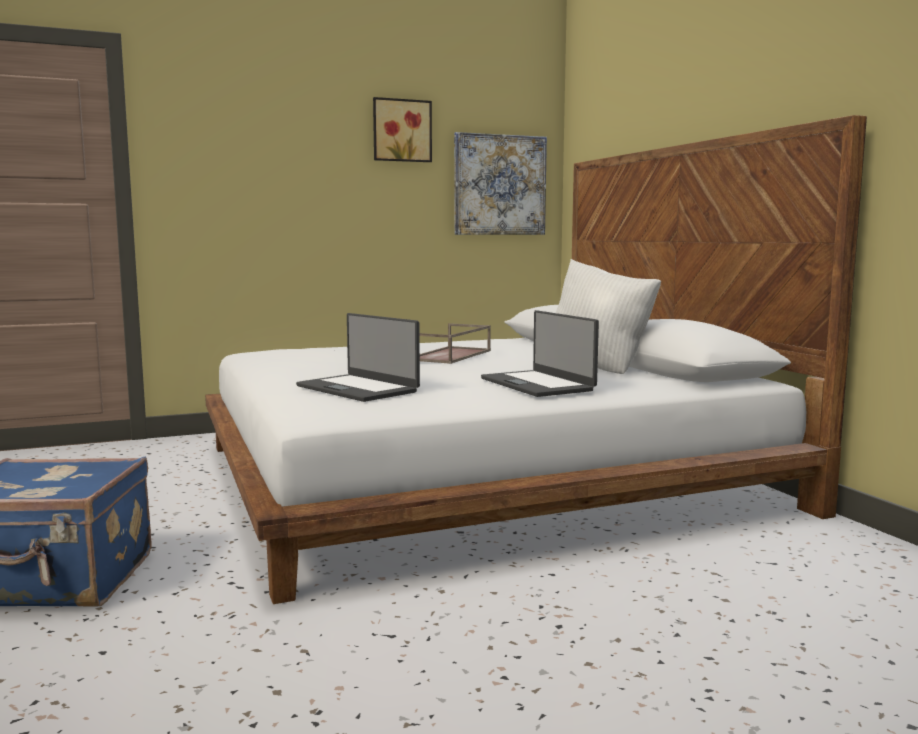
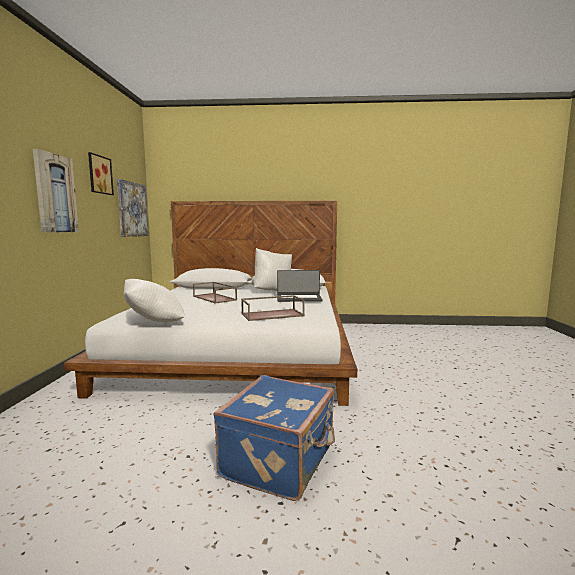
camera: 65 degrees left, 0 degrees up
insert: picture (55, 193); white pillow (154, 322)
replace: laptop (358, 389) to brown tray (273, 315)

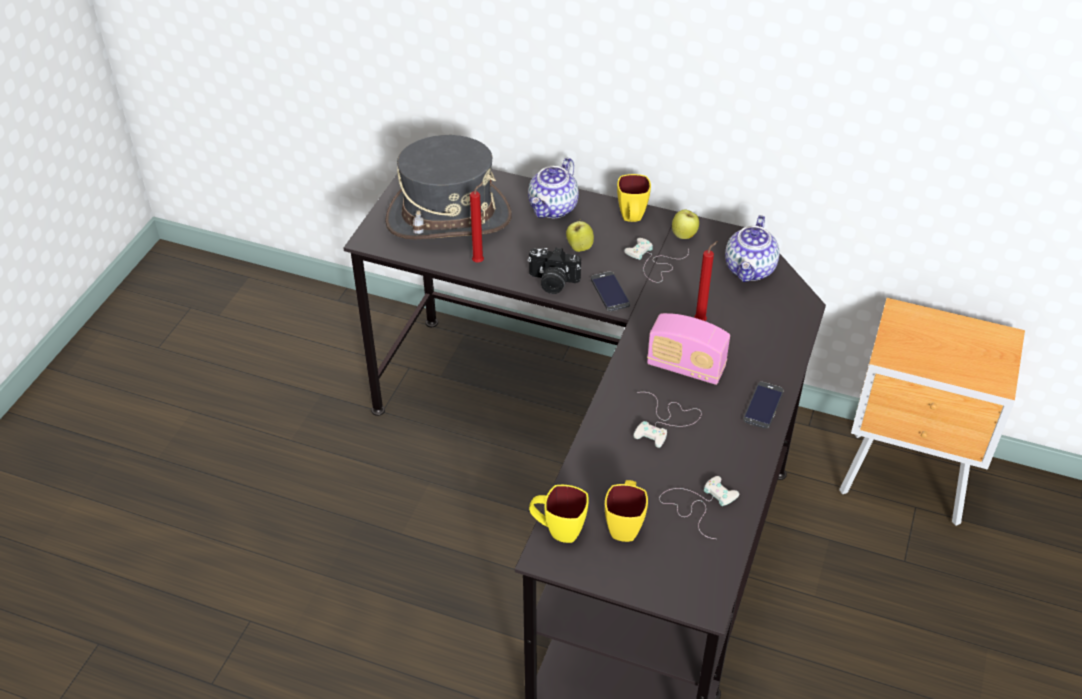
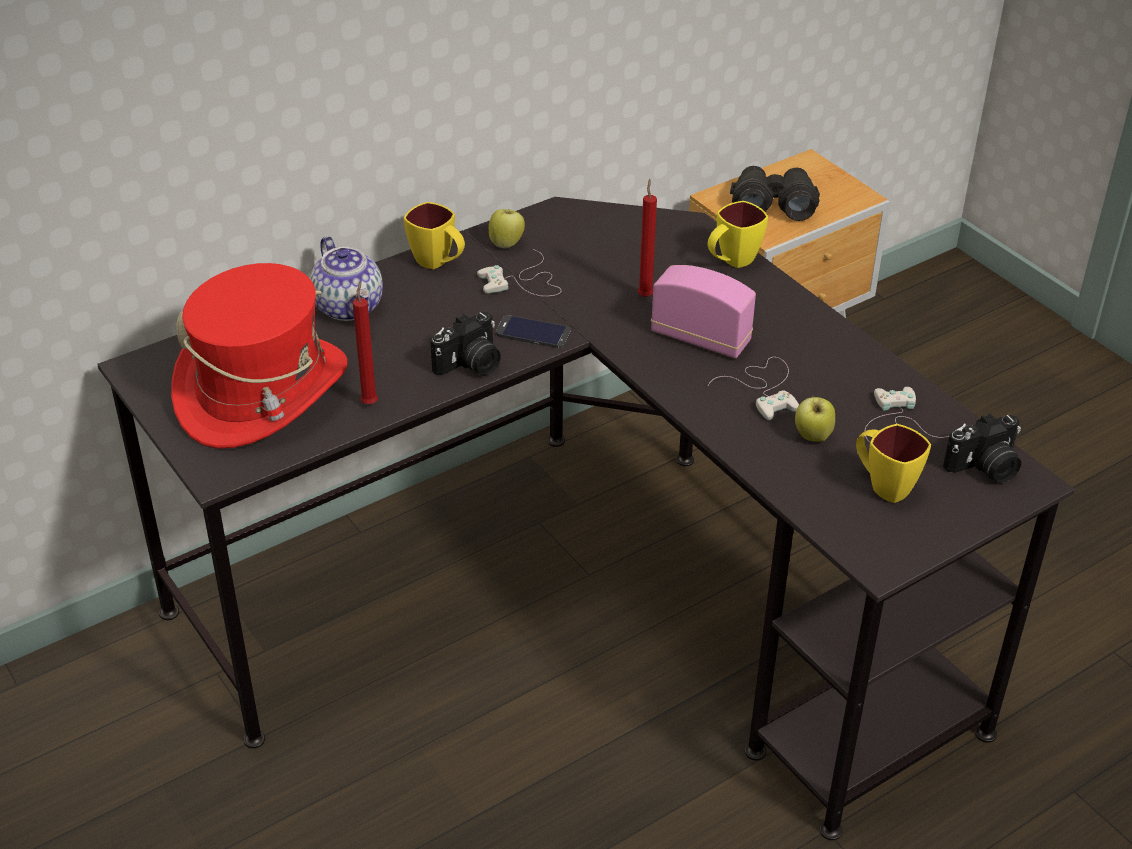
camera: 55 degrees left, 5 degrees down
delete: teapot (750, 269); phone (763, 405)
insert: black binoculars (773, 204); photo camera (985, 468)
move: yellow mug (557, 530) to (731, 262); apple (579, 247) to (812, 437)
recolor: grey hat (448, 218) to red hat (263, 392)
rotate: radio (685, 367) = (700, 338) 120 degrees counterclockwise

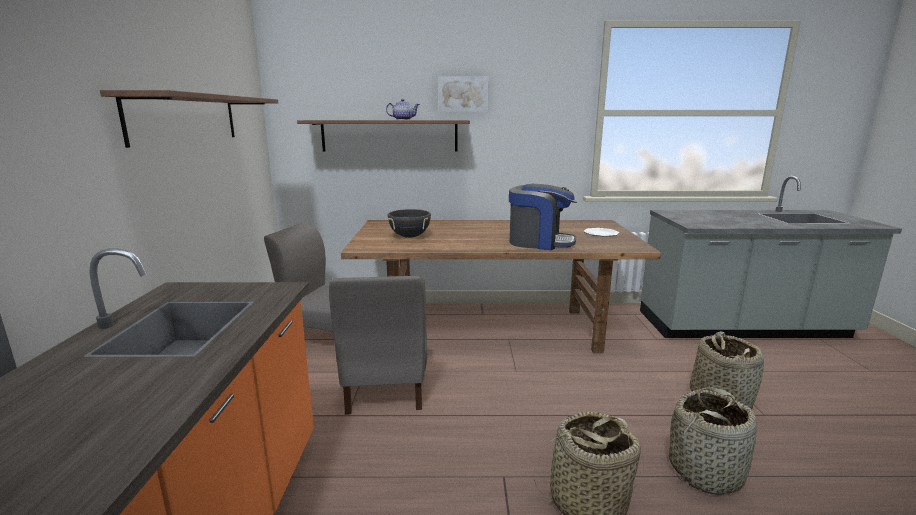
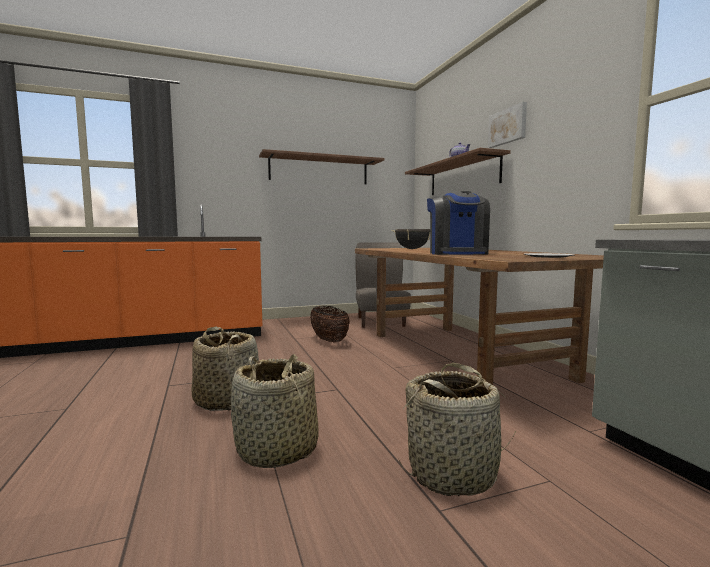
camera: 70 degrees right, 10 degrees down
replace: grey chair (385, 389) to basket (329, 340)

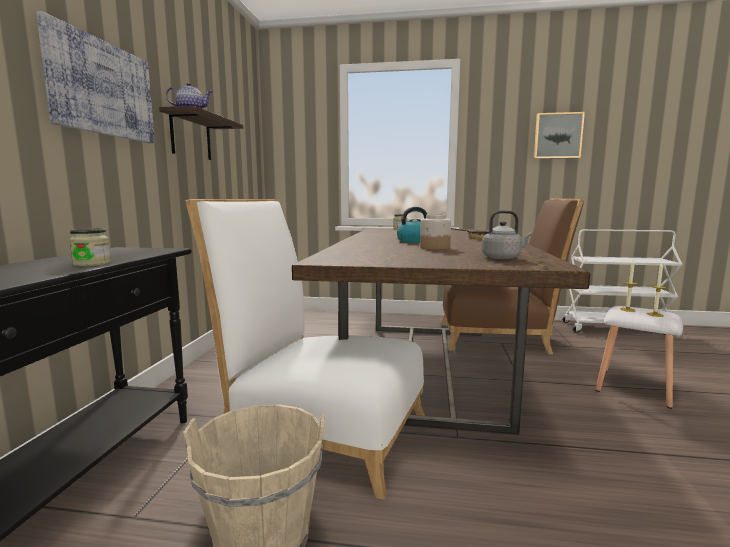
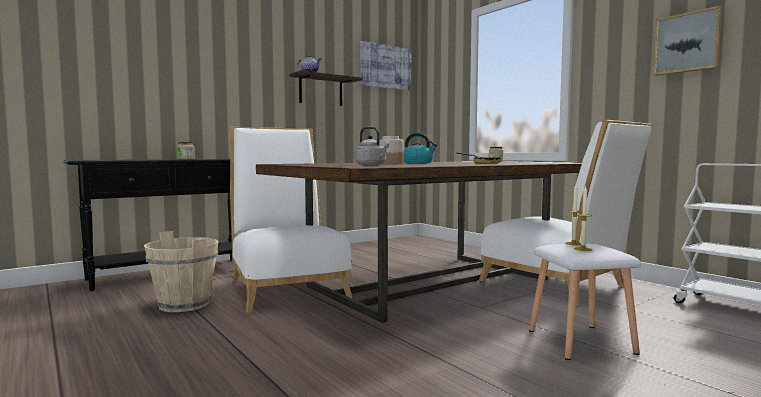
camera: 45 degrees right, 5 degrees down
move: picture (102, 88) to (385, 67)
recolor: brown chair (499, 338) to white chair (559, 285)

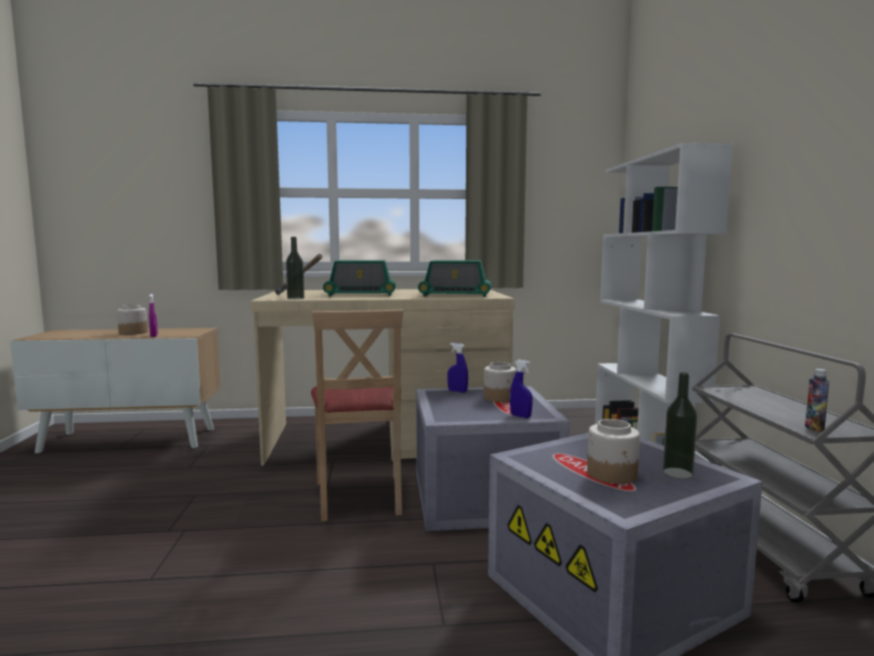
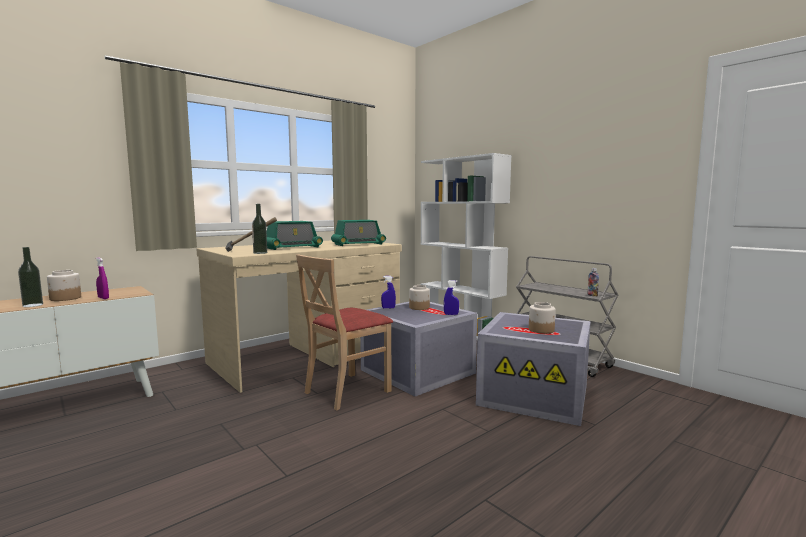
camera: 35 degrees left, 0 degrees up
move: bottle (677, 473) to (33, 305)
rotate: beige chair (359, 496) = (347, 391) 90 degrees clockwise

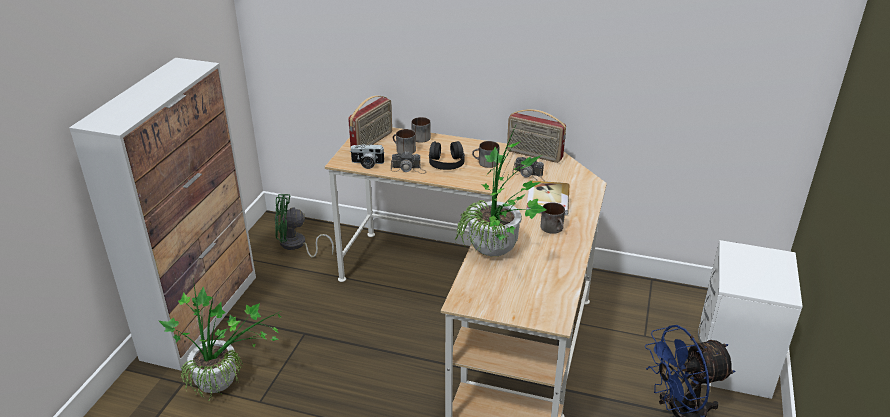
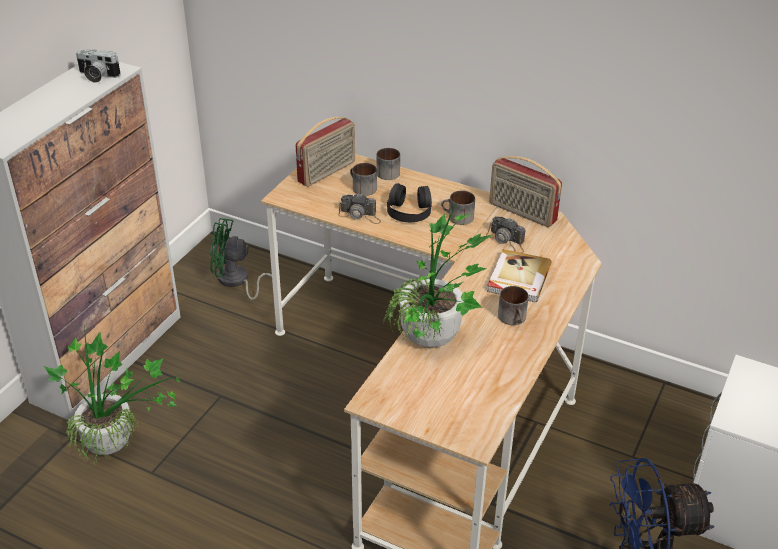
camera: 10 degrees right, 5 degrees up
move: photo camera (367, 164) to (97, 76)

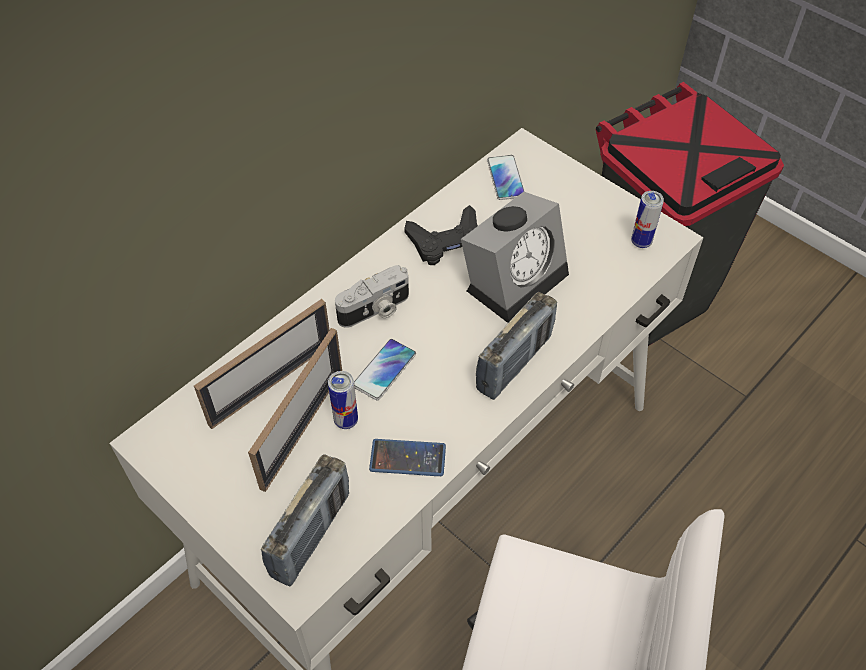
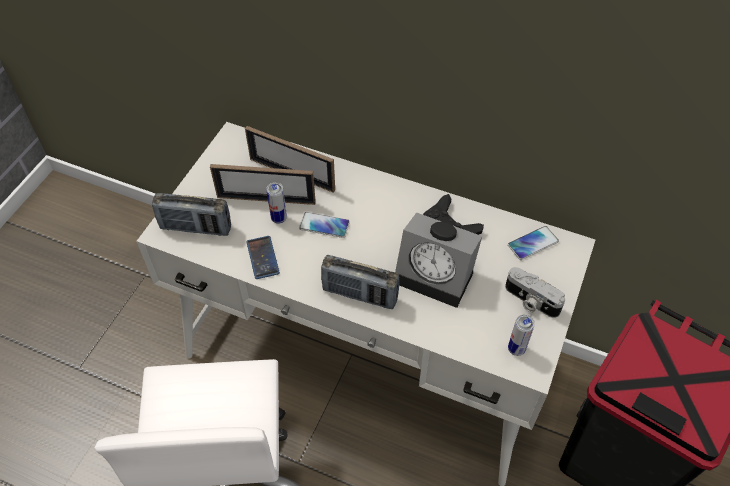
camera: 70 degrees right, 0 degrees up
move: photo camera (375, 310) to (530, 301)

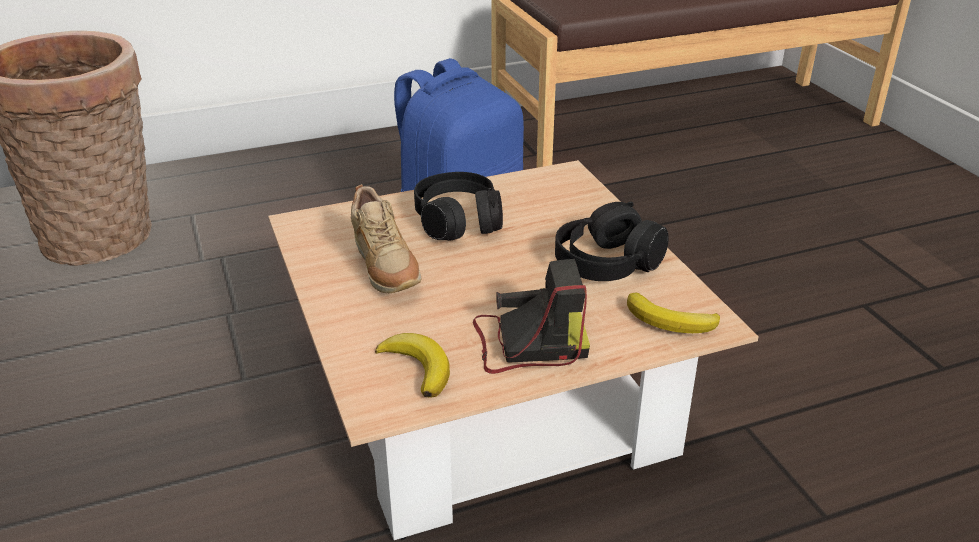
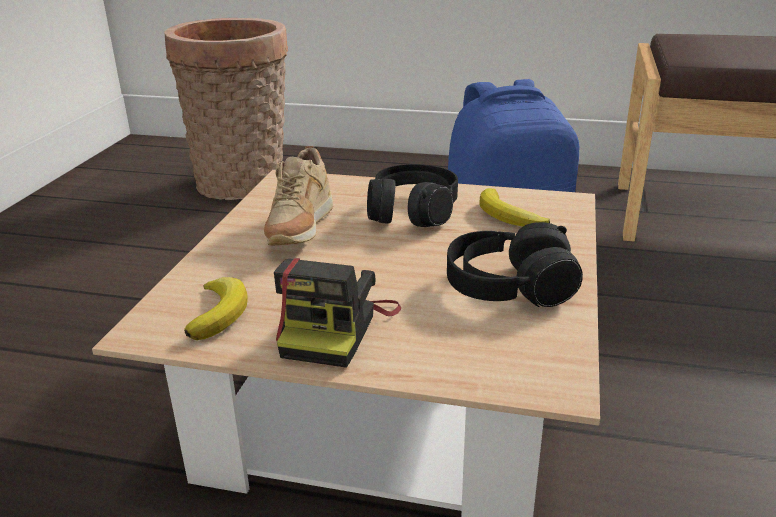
camera: 35 degrees right, 5 degrees down
move: banana (671, 321) to (508, 216)
rotate: photo camera (527, 343) = (336, 328) 75 degrees clockwise

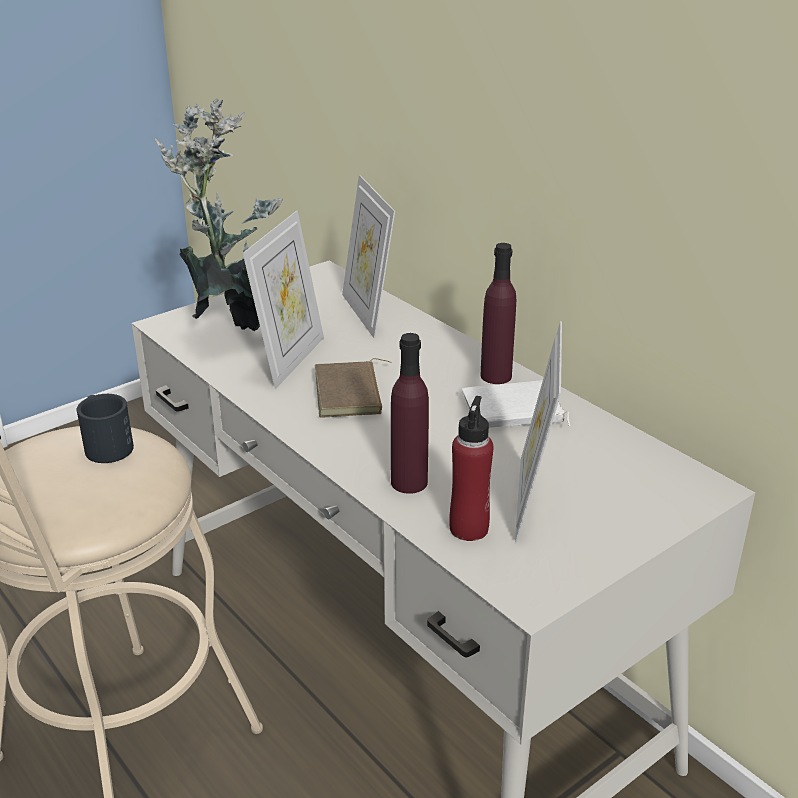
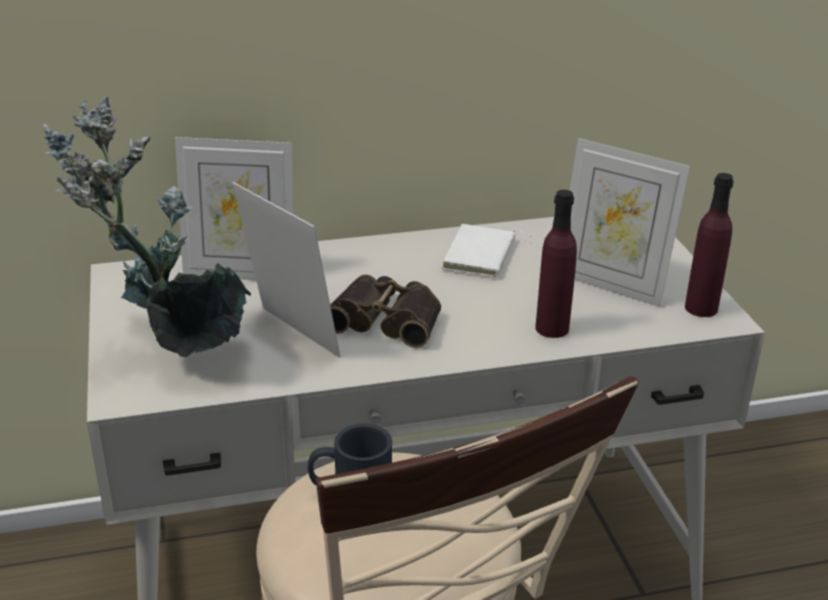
camera: 65 degrees left, 0 degrees up
delete: red bottle (469, 528)
move: purple bottle (496, 376) to (701, 308)
replace: brown book (351, 394) to binoculars (387, 319)

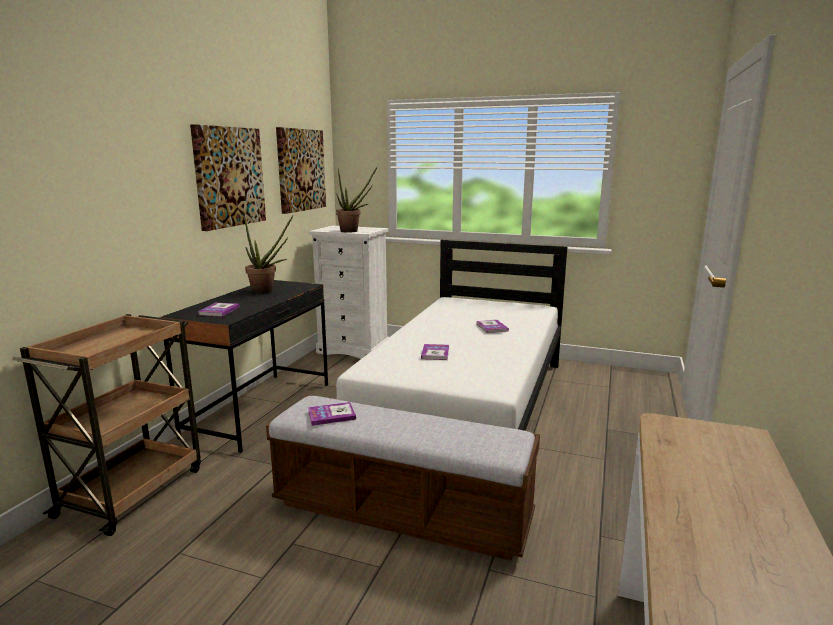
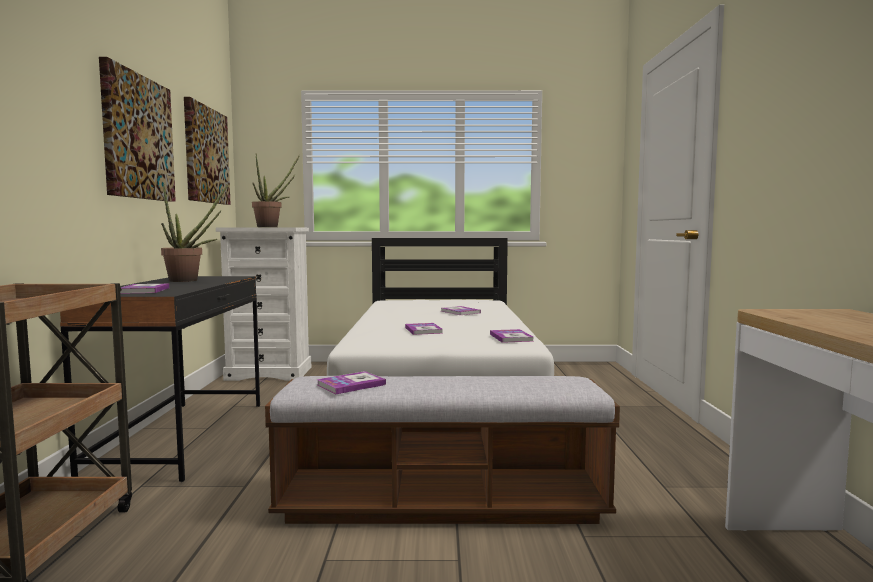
camera: 20 degrees left, 10 degrees down
insert: book (511, 337)

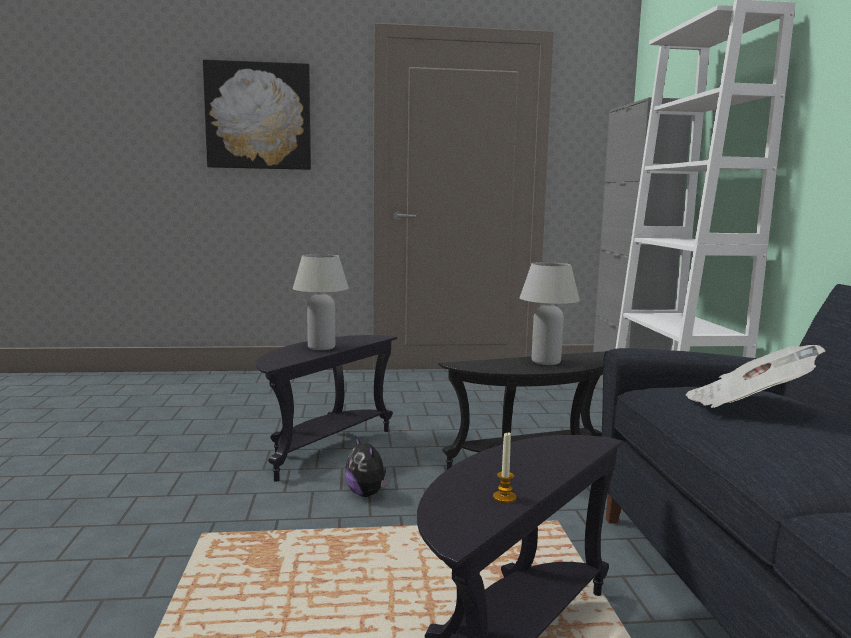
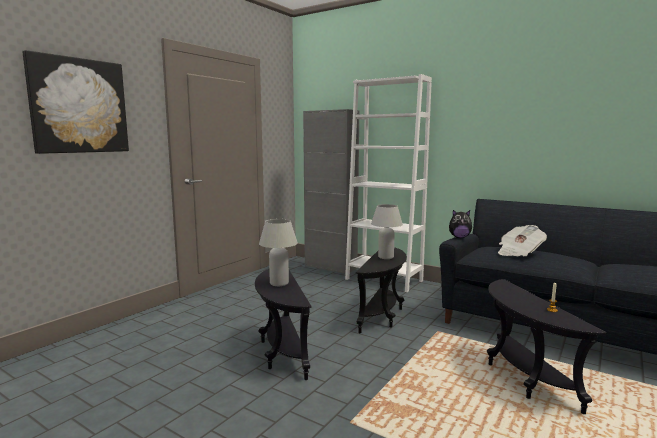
camera: 50 degrees left, 0 degrees up
move: plush toy (367, 494) to (459, 237)

